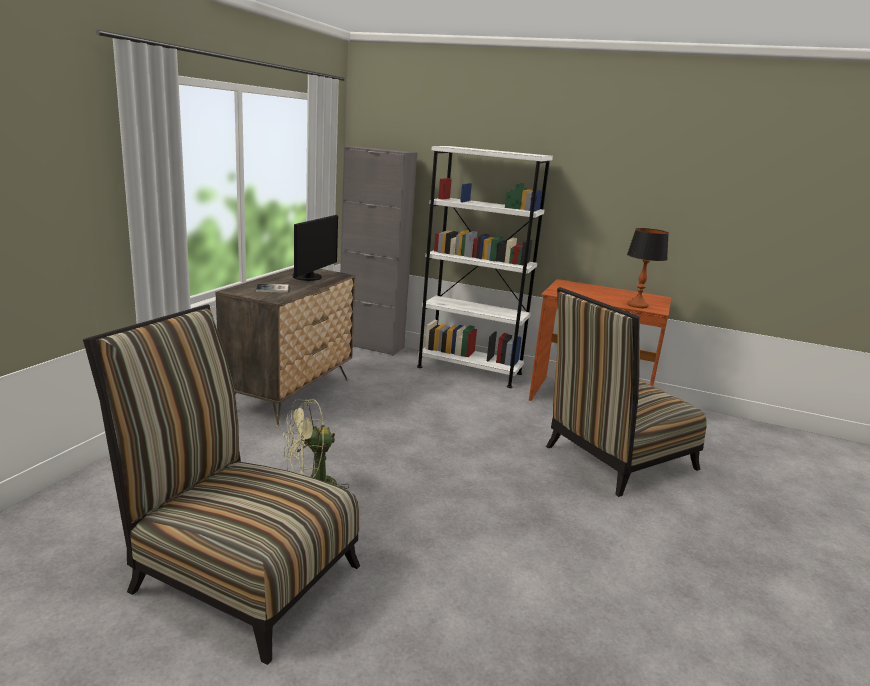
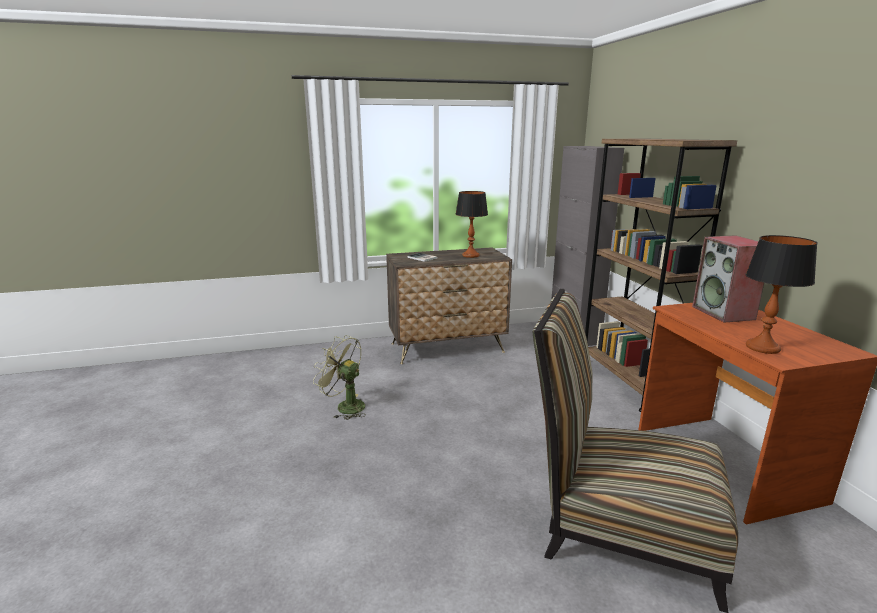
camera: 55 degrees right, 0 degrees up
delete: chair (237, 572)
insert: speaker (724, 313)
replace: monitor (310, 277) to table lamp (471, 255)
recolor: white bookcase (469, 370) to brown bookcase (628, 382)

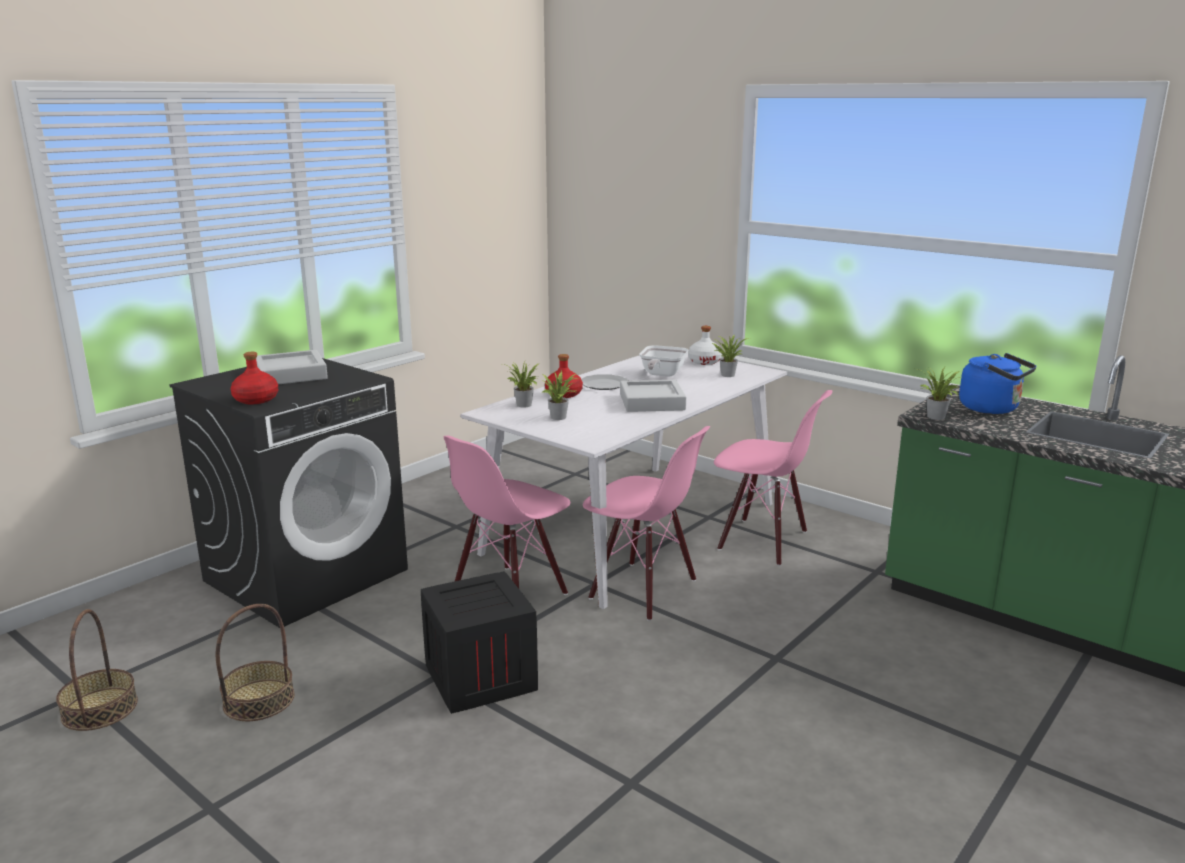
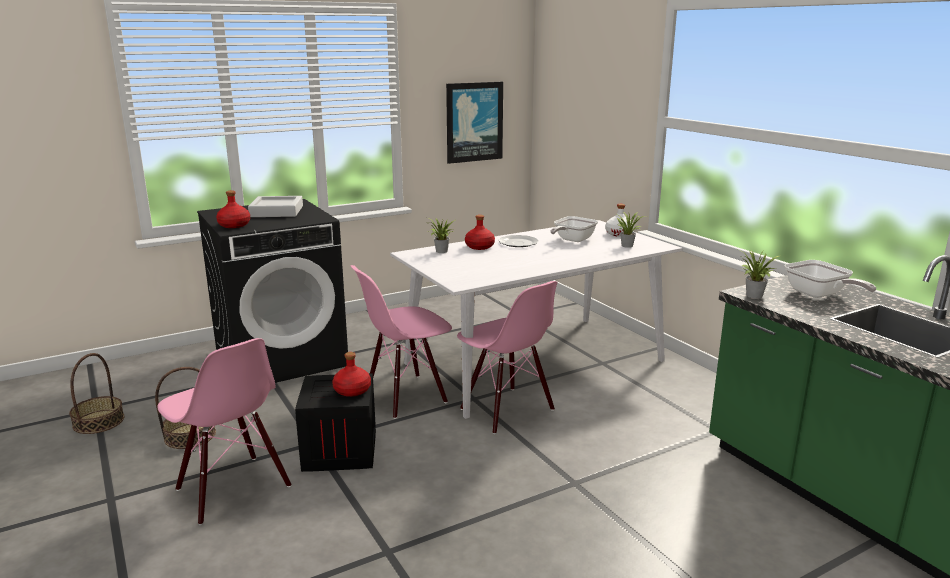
camera: 20 degrees right, 0 degrees up
delete: potted plant (560, 417); grey tray (652, 402)
insert: red bottle (351, 390); picture (474, 122)
move: pink chair (762, 541) to (232, 489)
replace: blue kettle (992, 409) to frying pan (819, 295)

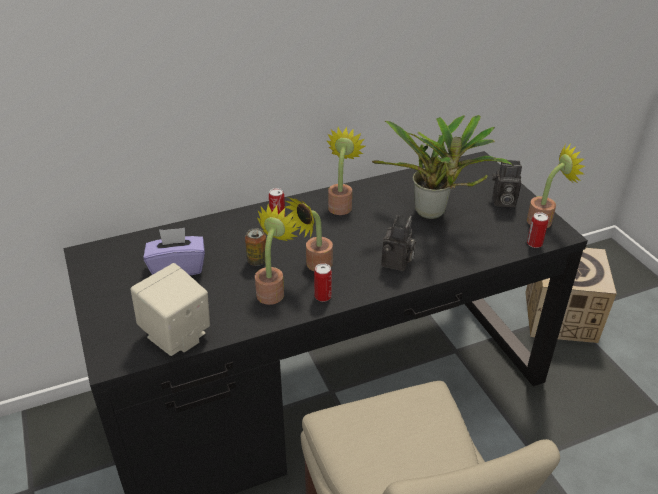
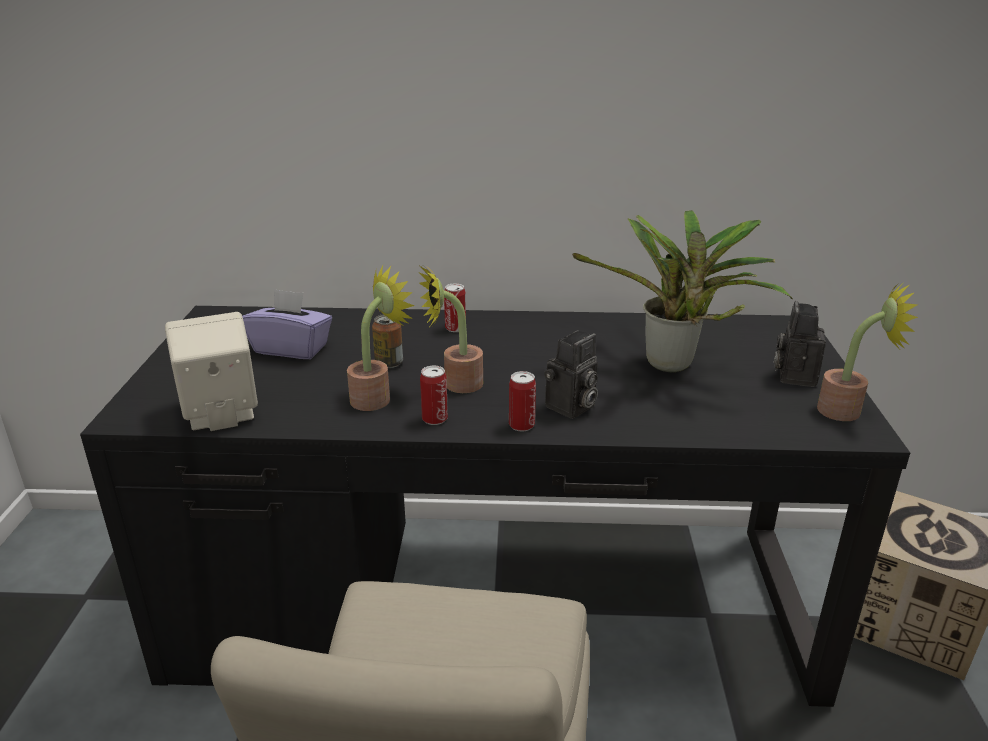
camera: 25 degrees right, 10 degrees down
delete: potted plant (341, 205)
move: can (534, 243) to (521, 425)
rotate: photo camera (502, 201) = (794, 375) 75 degrees clockwise

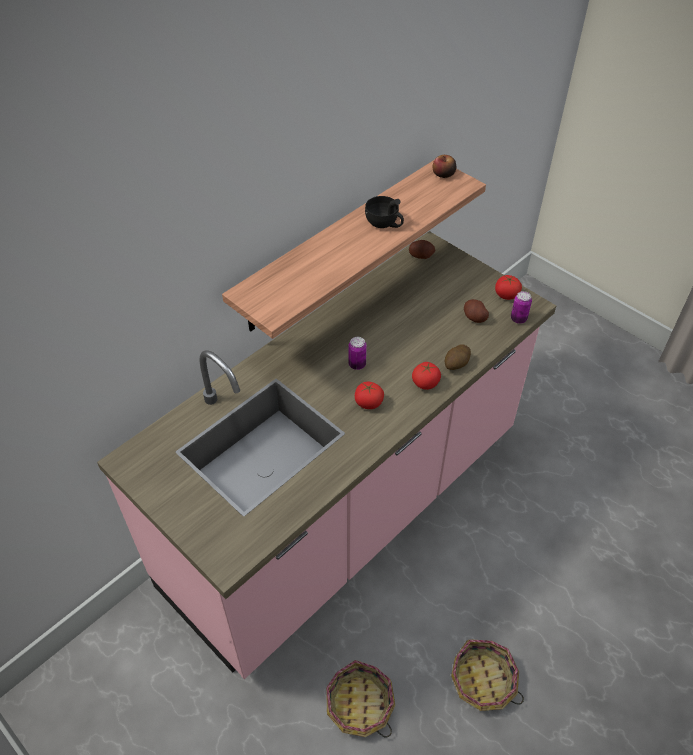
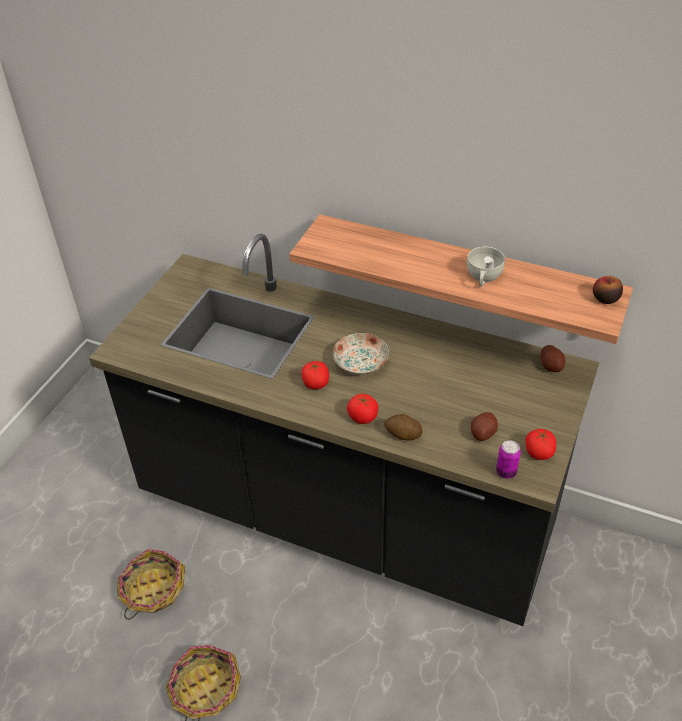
camera: 70 degrees right, 5 degrees down
replace: can (357, 364) to plate (360, 362)
recolor: pink counter (346, 510) to black counter (345, 514); black cup (384, 224) to white cup (483, 278)

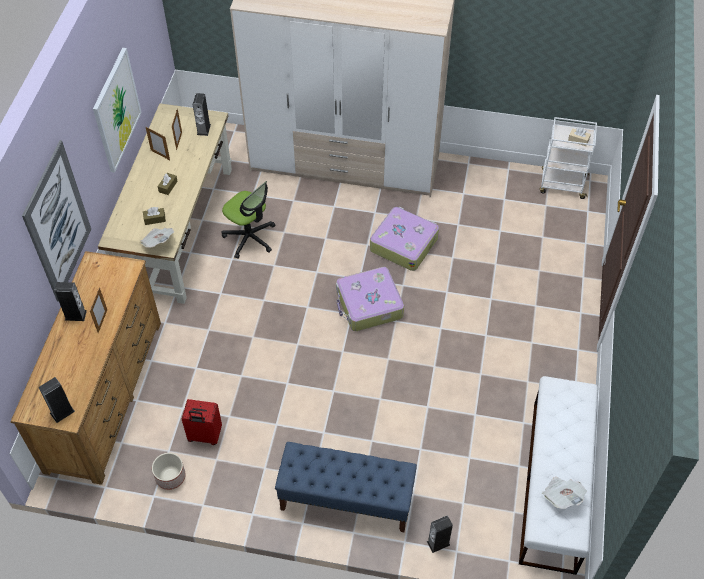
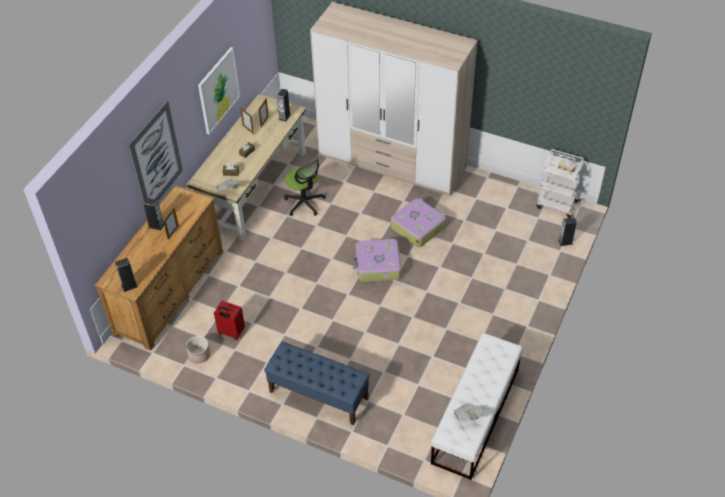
camera: 15 degrees right, 5 degrees down
move: speaker (438, 543) to (565, 242)

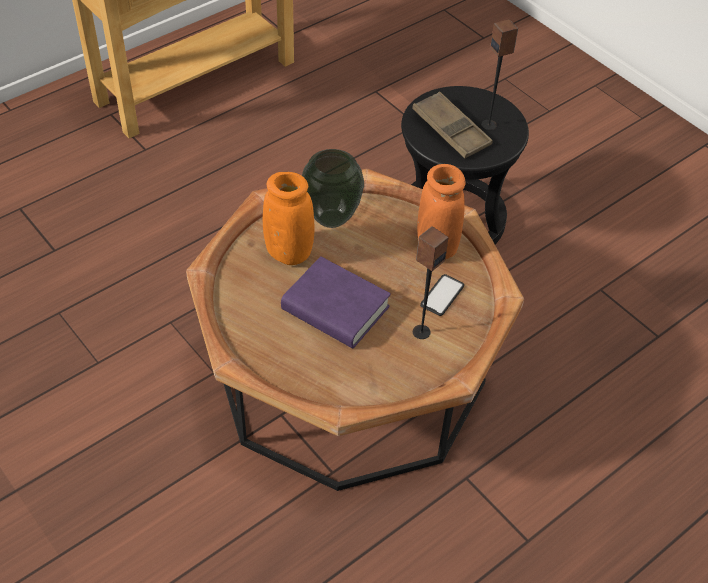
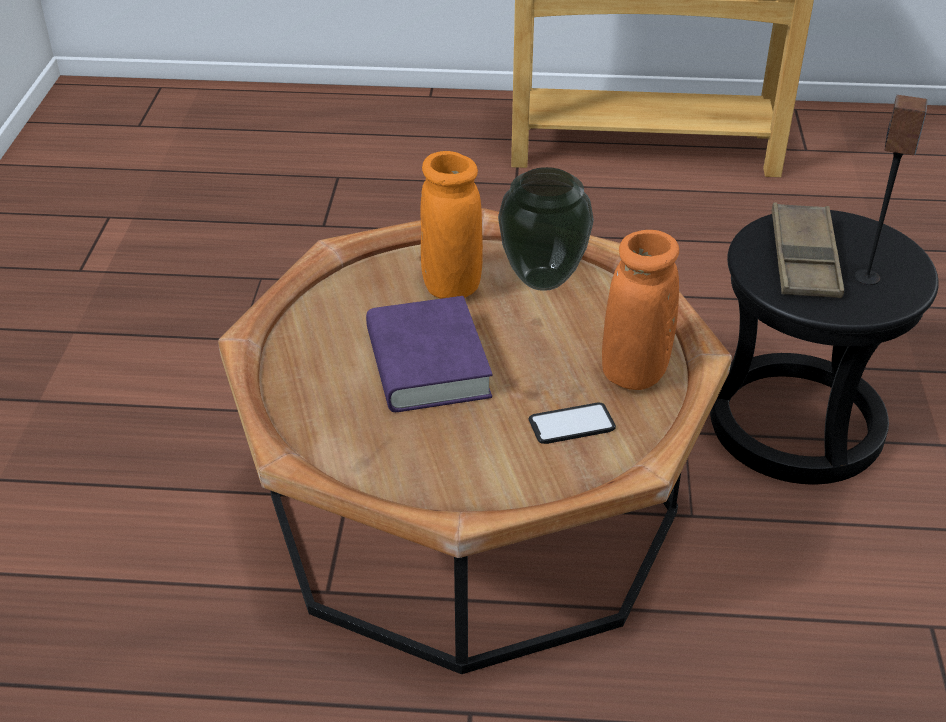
camera: 45 degrees right, 10 degrees down
delete: speaker (421, 332)

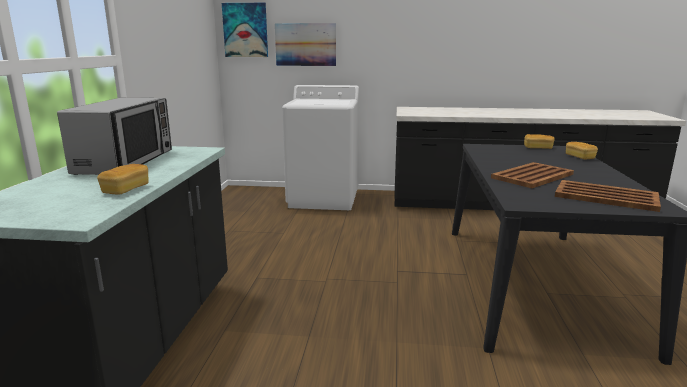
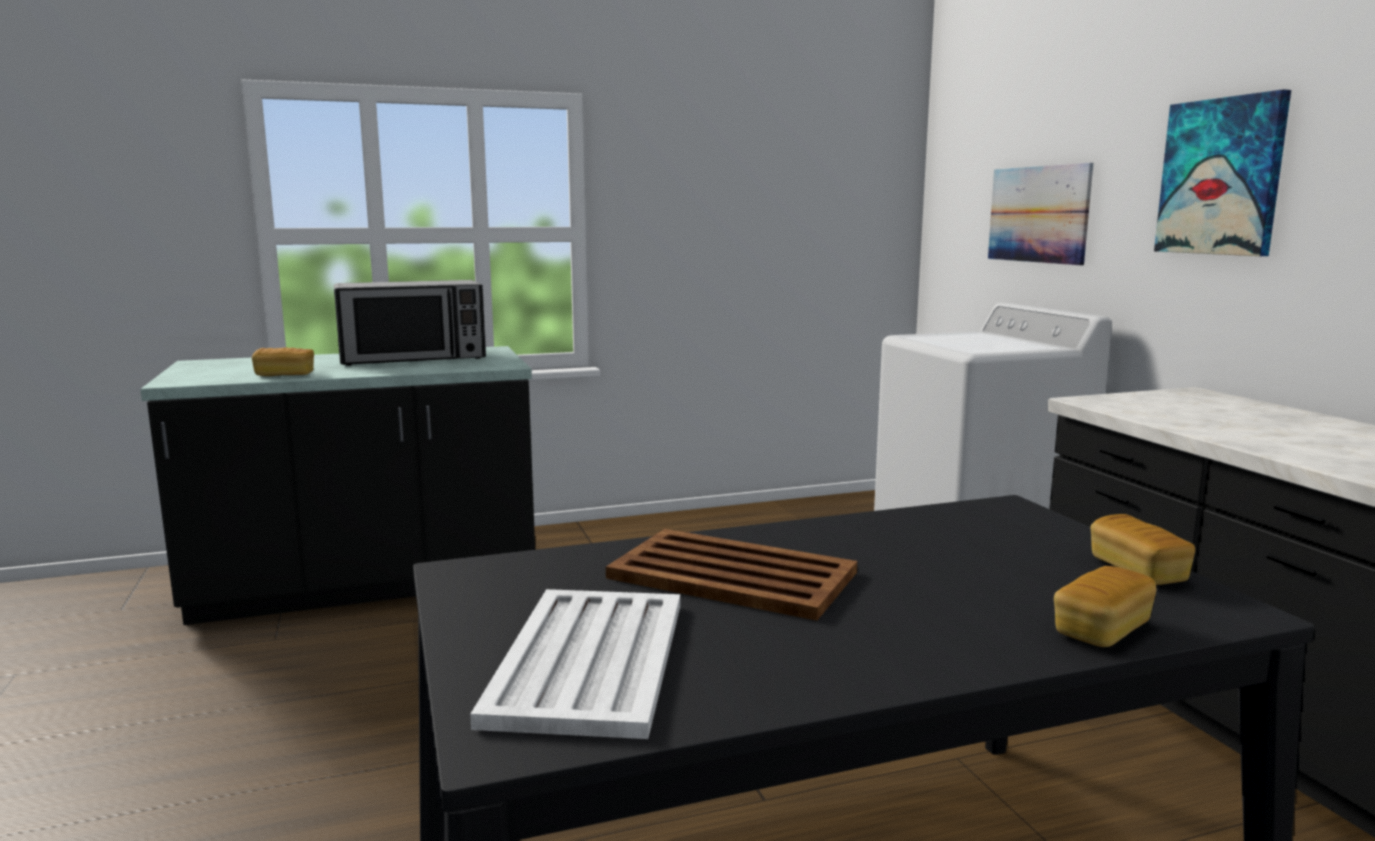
camera: 65 degrees right, 5 degrees down
move: picture (245, 30) to (1221, 177)
recolor: brown tray (607, 197) to white tray (588, 661)

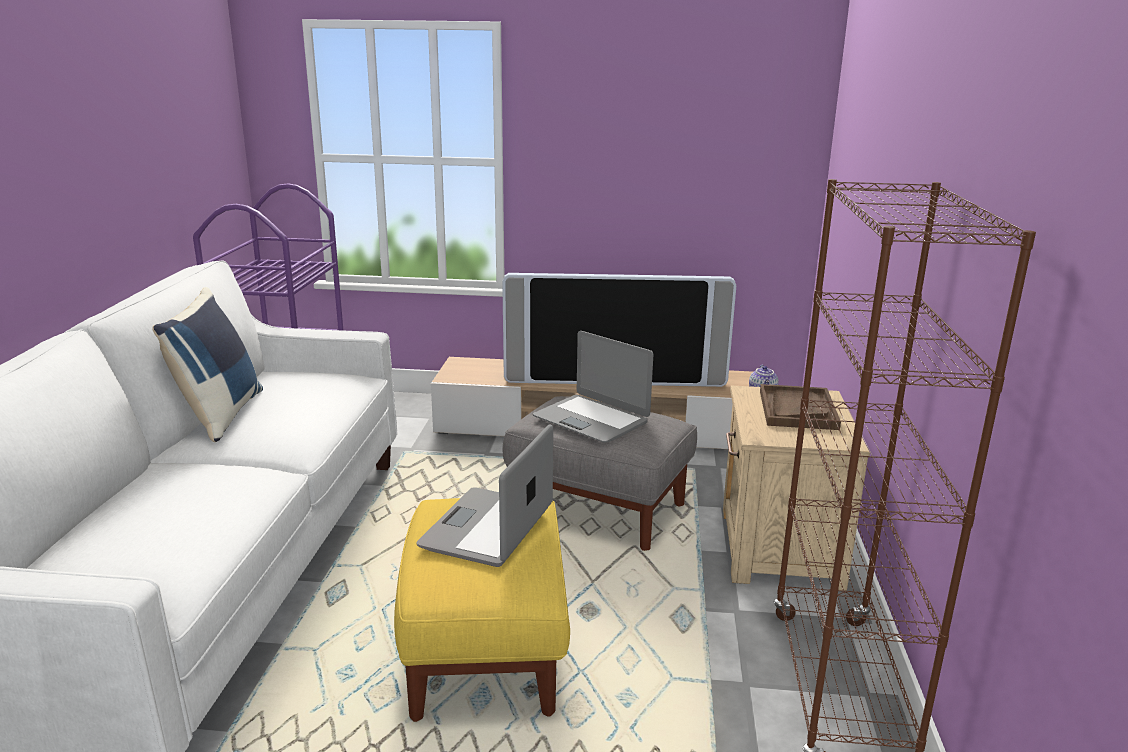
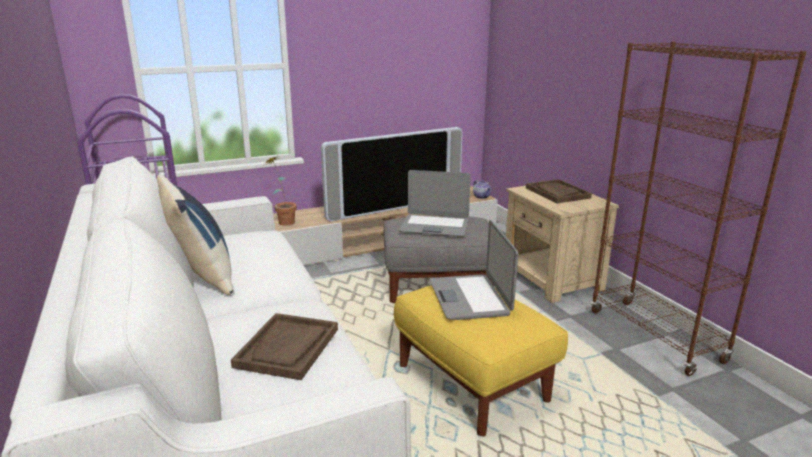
camera: 30 degrees left, 0 degrees up
insert: brown tray (287, 348); potted plant (283, 221)

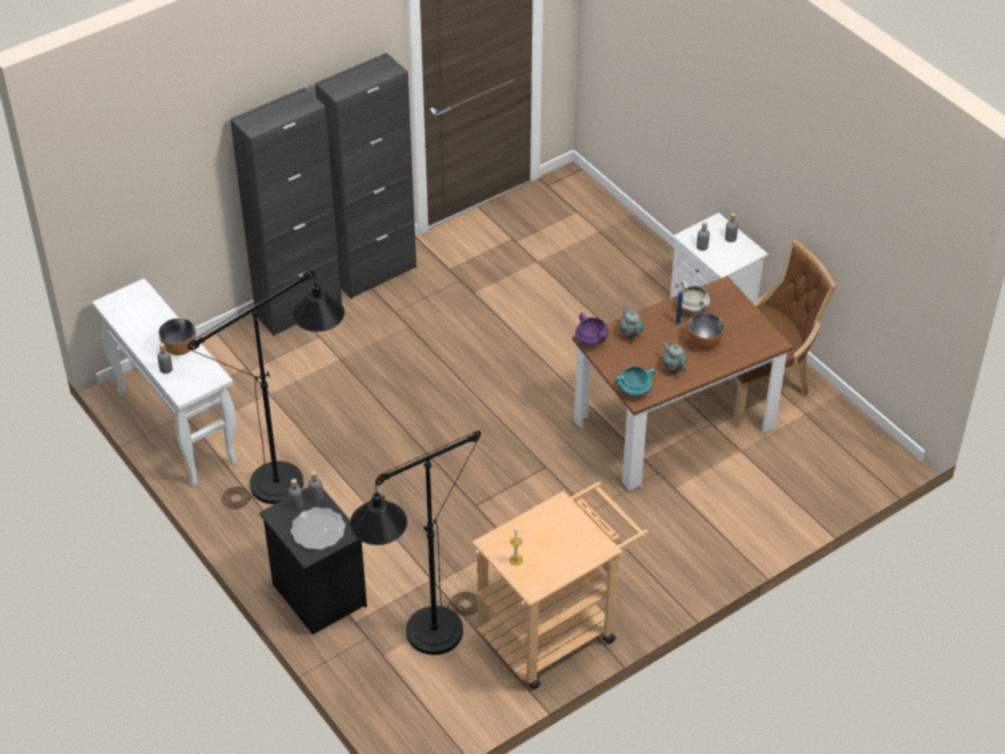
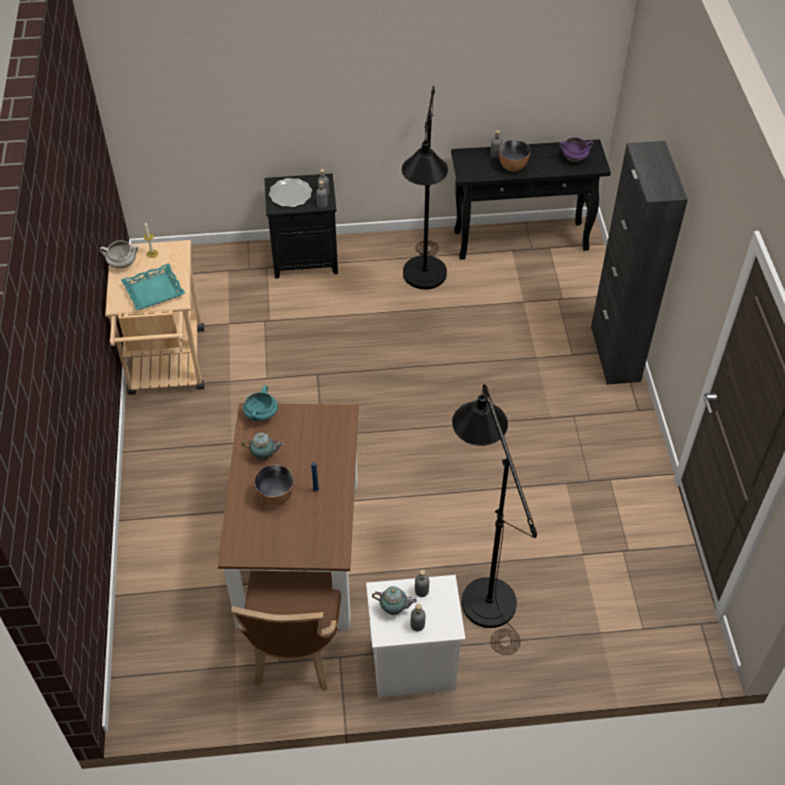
camera: 120 degrees right, 5 degrees up
delete: black cabinet (374, 273)
insert: turquoise tray (154, 290)
move: black floor lamp (422, 641) to (483, 589); purple cooking pot (590, 341) to (574, 158); teapot (630, 334) to (394, 609); white cooking pot (693, 309) to (122, 263)
recolor: white console table (175, 427) to black console table (522, 240)

